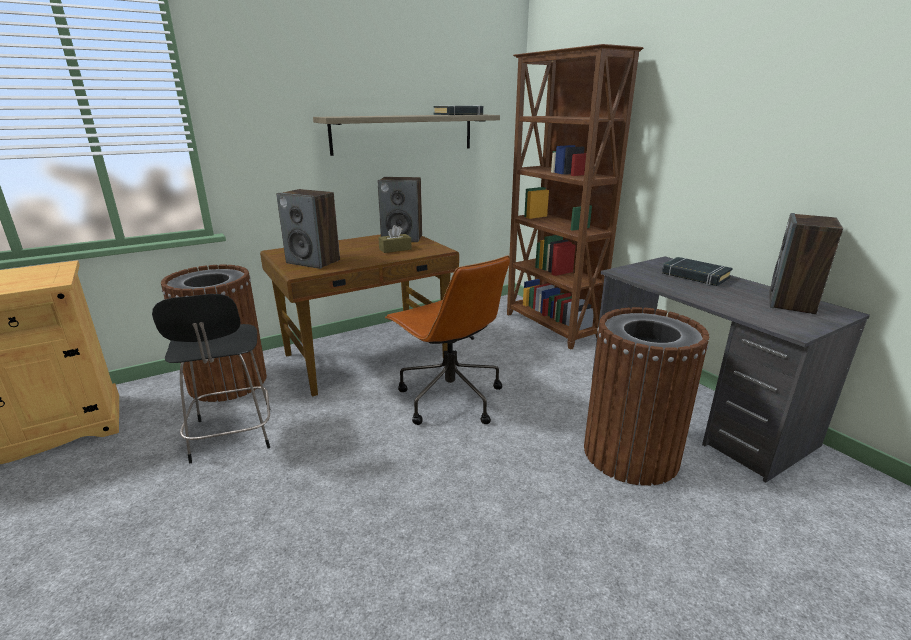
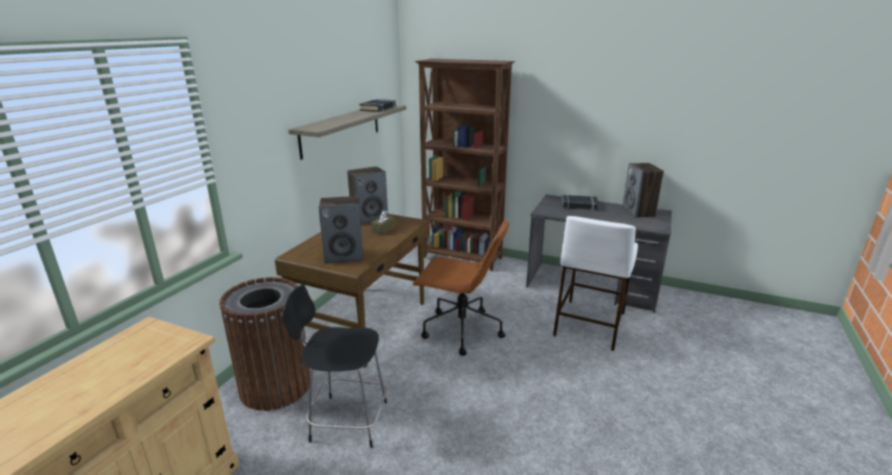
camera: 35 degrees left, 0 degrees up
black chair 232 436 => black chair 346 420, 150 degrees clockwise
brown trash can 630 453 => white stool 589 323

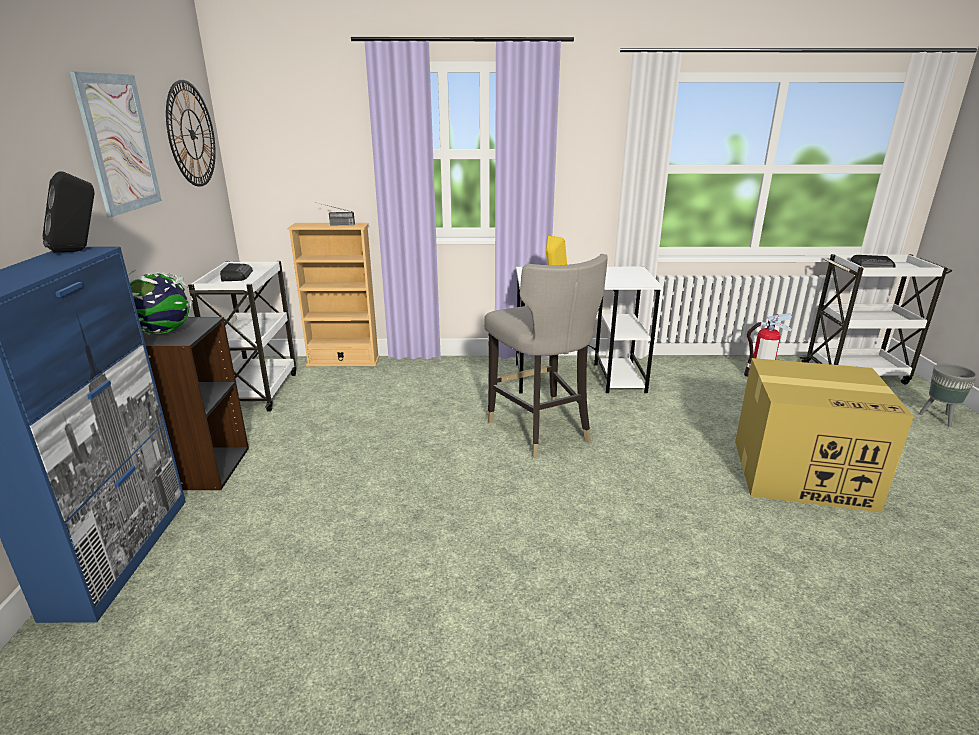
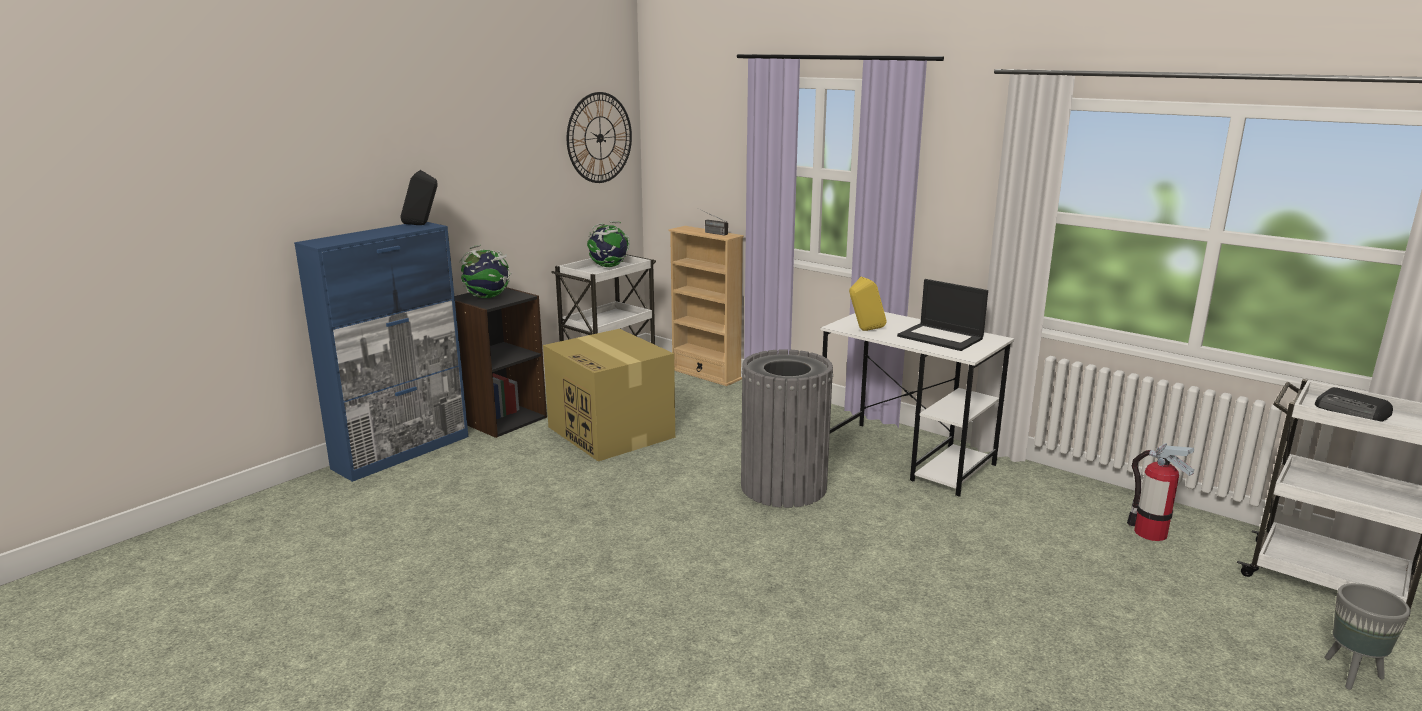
camera: 40 degrees right, 5 degrees down
picture 119 143 => nothing
grey stool 540 430 => grey trash can 783 487
radio 237 276 => globe 608 266
cardboard box 803 473 => cardboard box 612 432, move
nothing => laptop 941 337

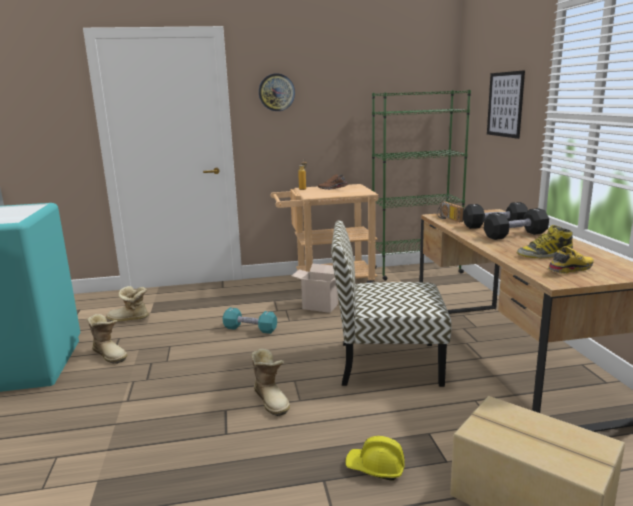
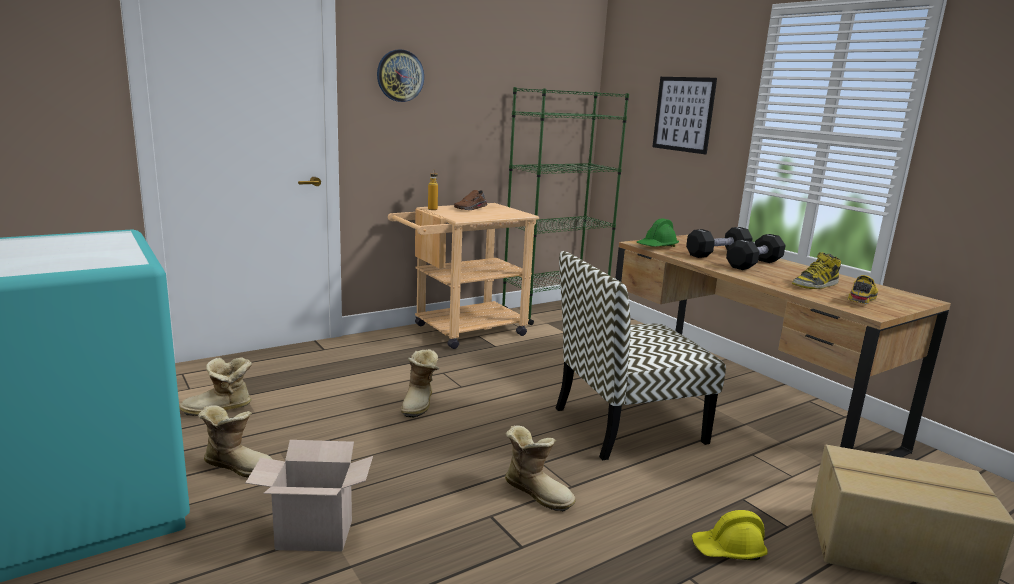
camera: 25 degrees left, 0 degrees up
radio 448 219 => green hard hat 657 246
cardboard box 318 307 => cardboard box 311 536, move
turquoise dumbbell 250 329 => boot 420 403

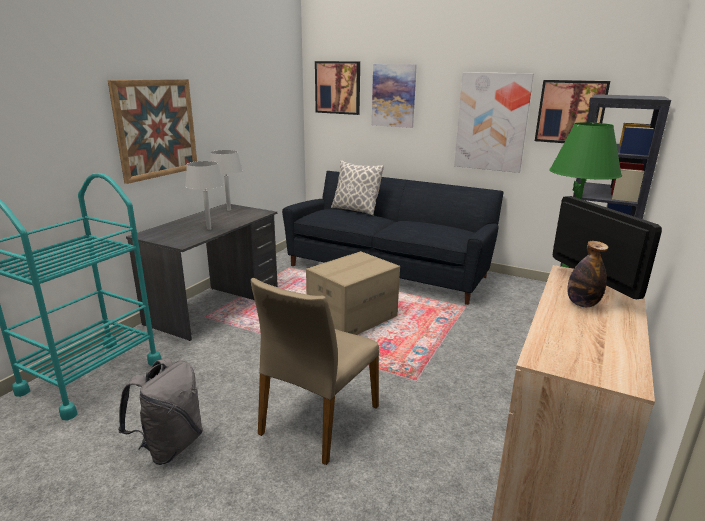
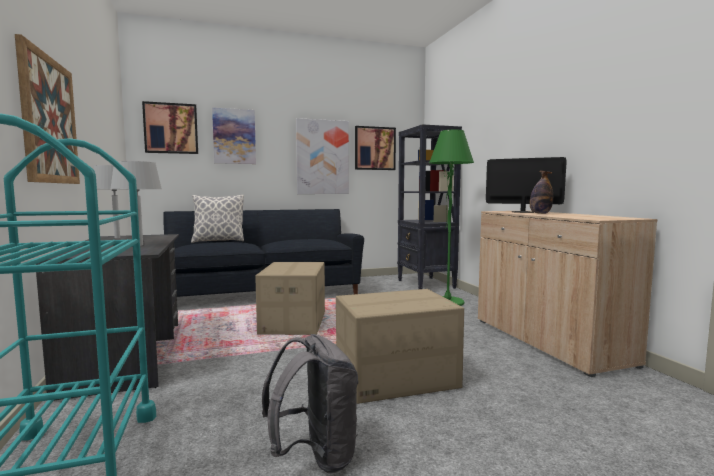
camera: 45 degrees left, 15 degrees down
beige chair 318 419 => cardboard box 396 378

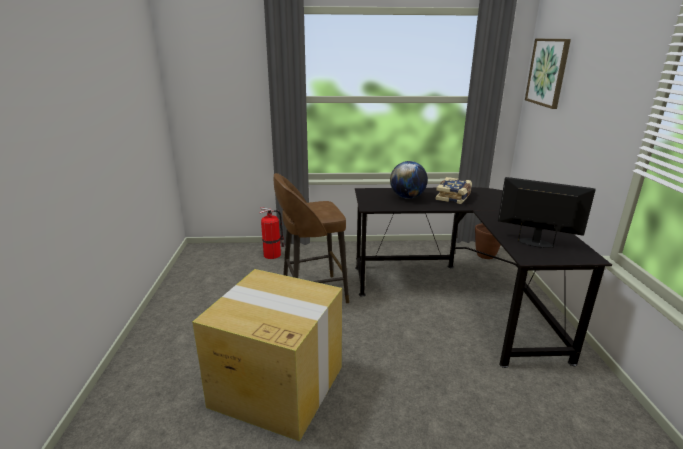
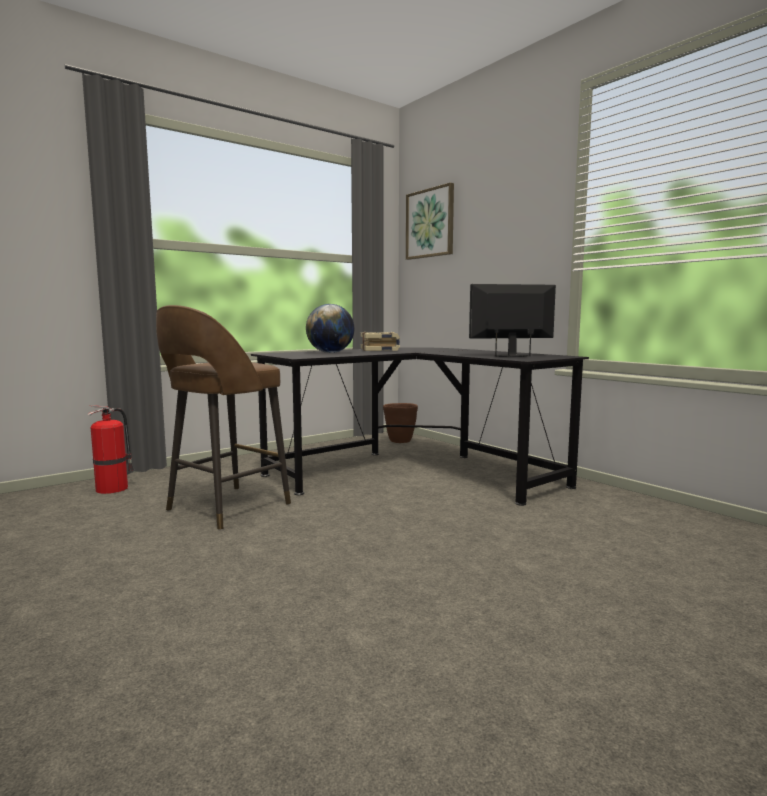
camera: 35 degrees left, 15 degrees down
cardboard box 276 386 => nothing

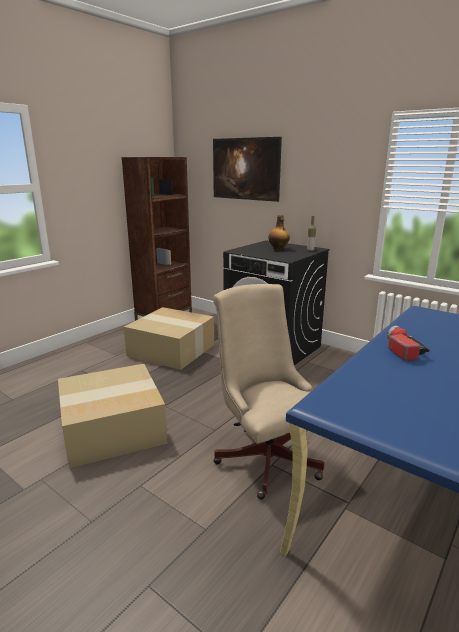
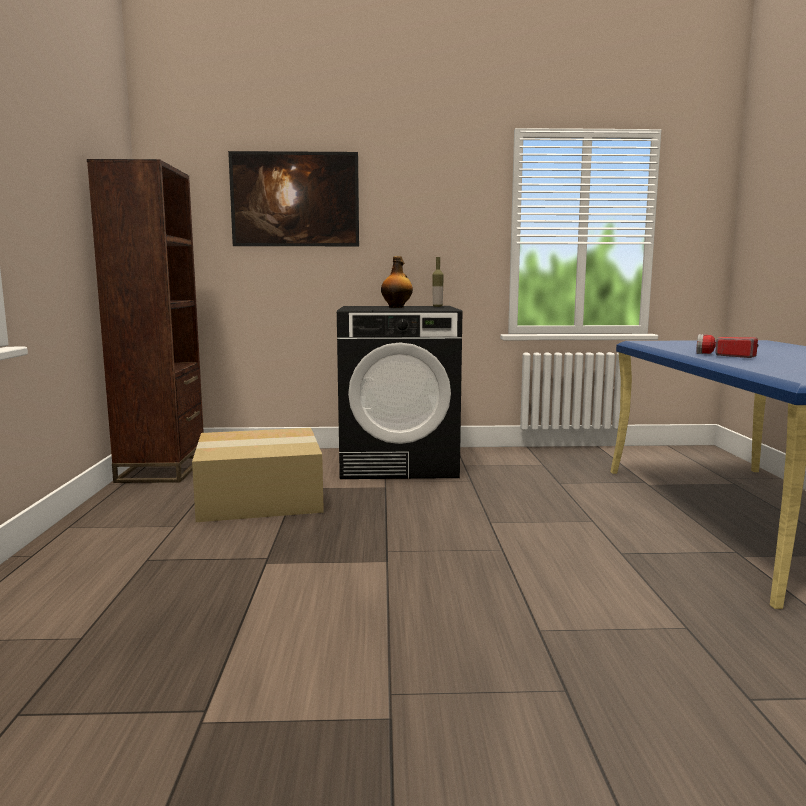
camera: 40 degrees left, 10 degrees down
beige office chair 265 455 => nothing
cardboard box 111 429 => nothing

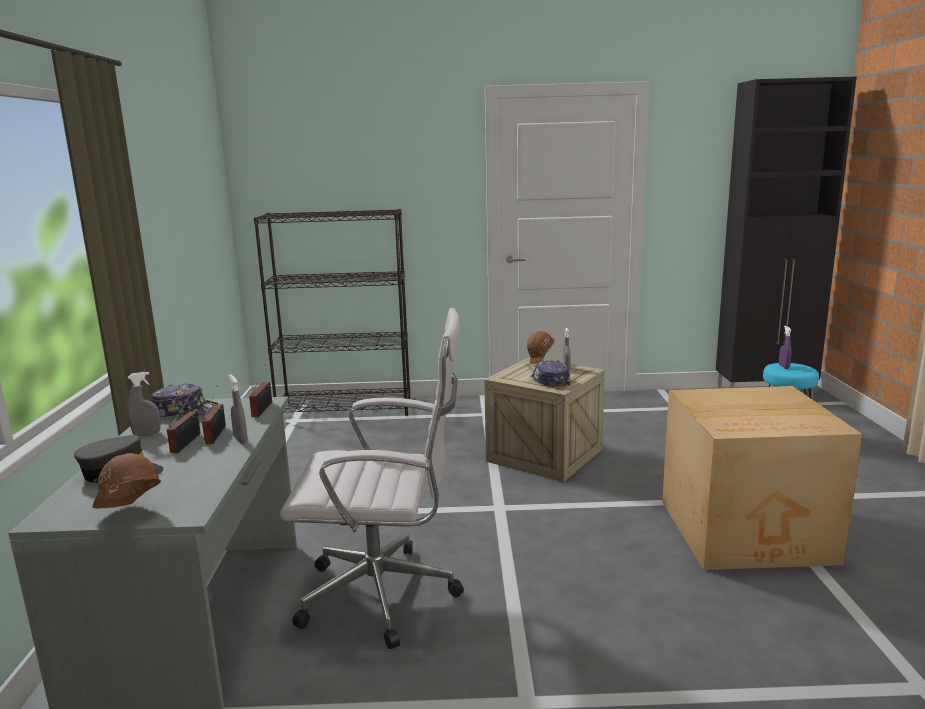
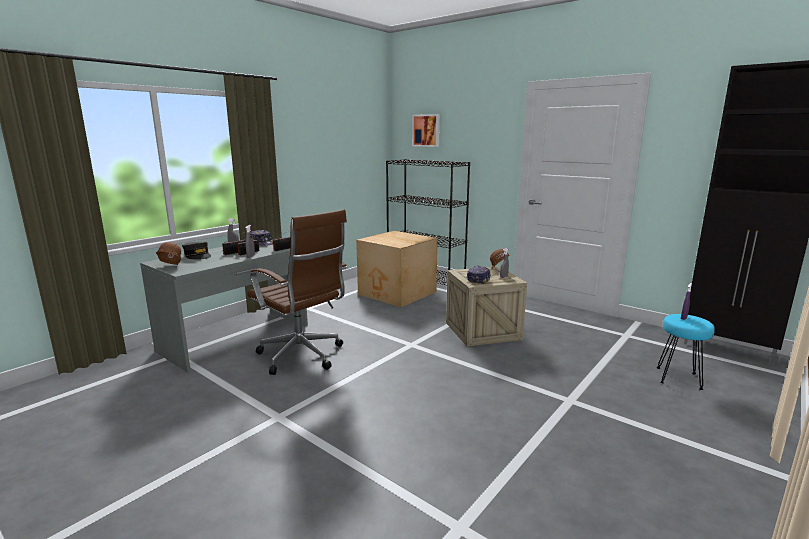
camera: 40 degrees right, 0 degrees up
white office chair 386 595 => brown office chair 303 357
cardboard box 748 531 => cardboard box 397 293, move
nothing => picture 426 130

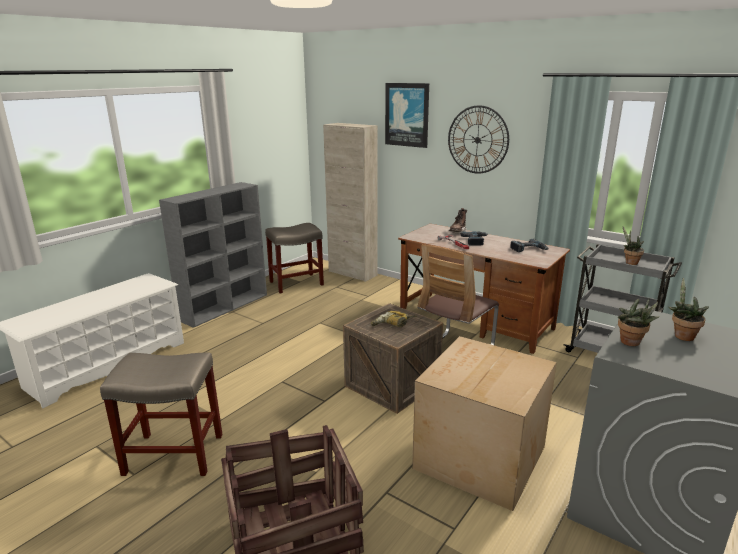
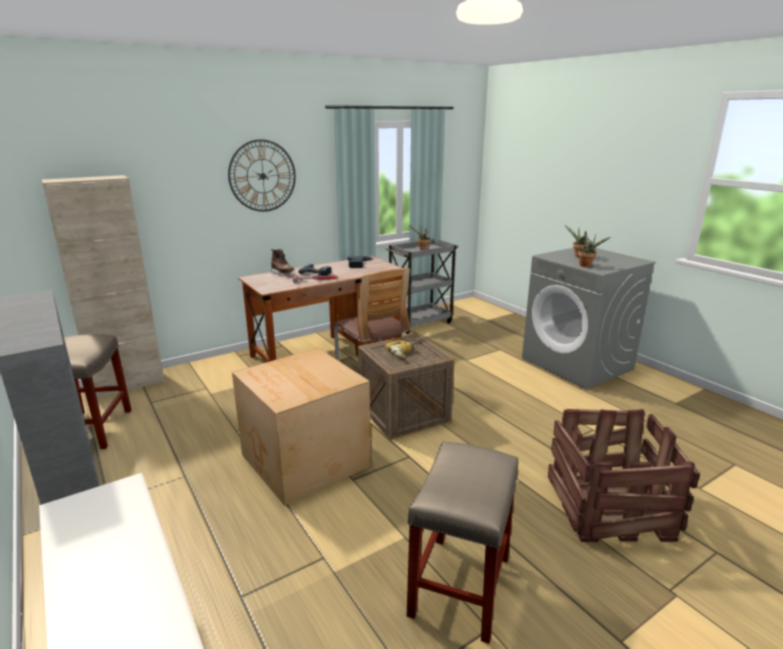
camera: 70 degrees left, 0 degrees up
picture 407 115 => nothing
cardboard box 478 457 => cardboard box 304 461, move

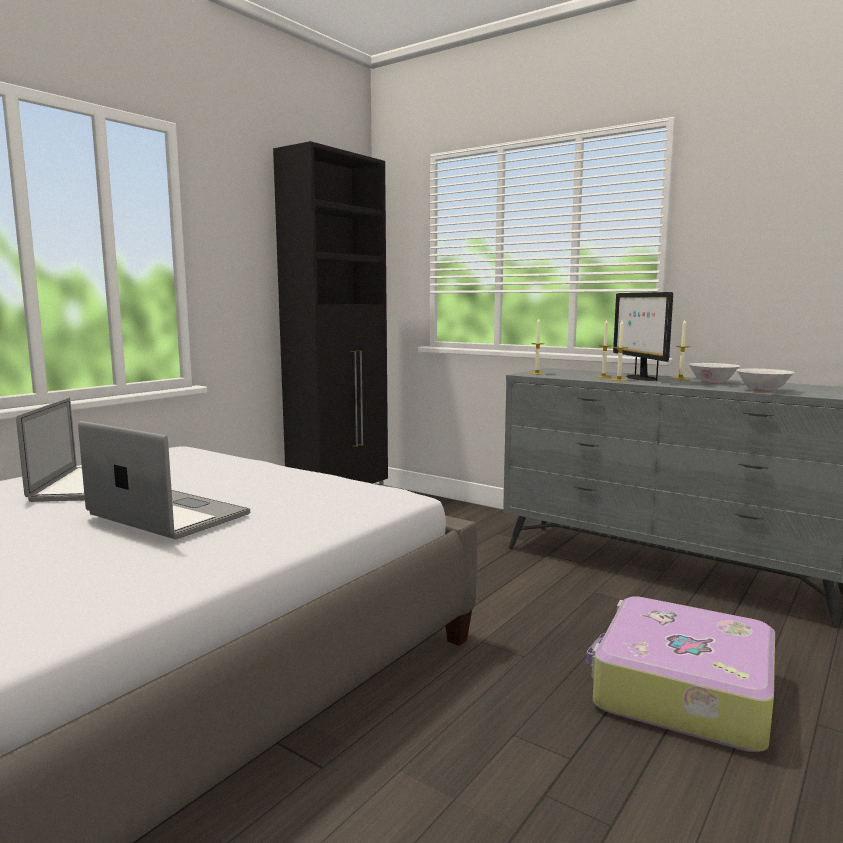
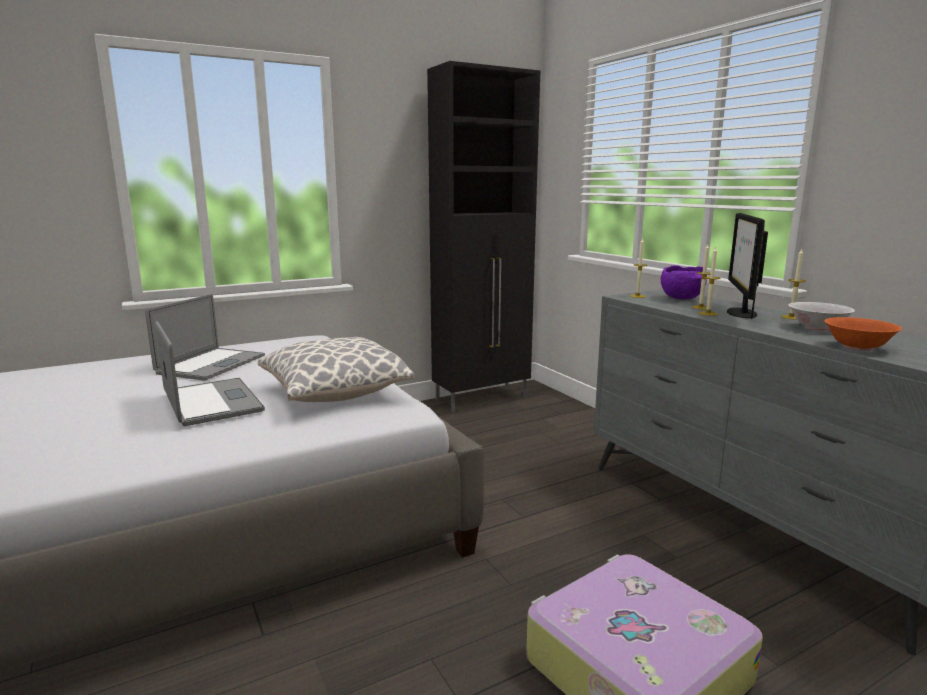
camera: 25 degrees right, 5 degrees up
white bowl 763 390 => orange bowl 857 347
nothing => purple bowl 683 299
nothing => pillow 334 393

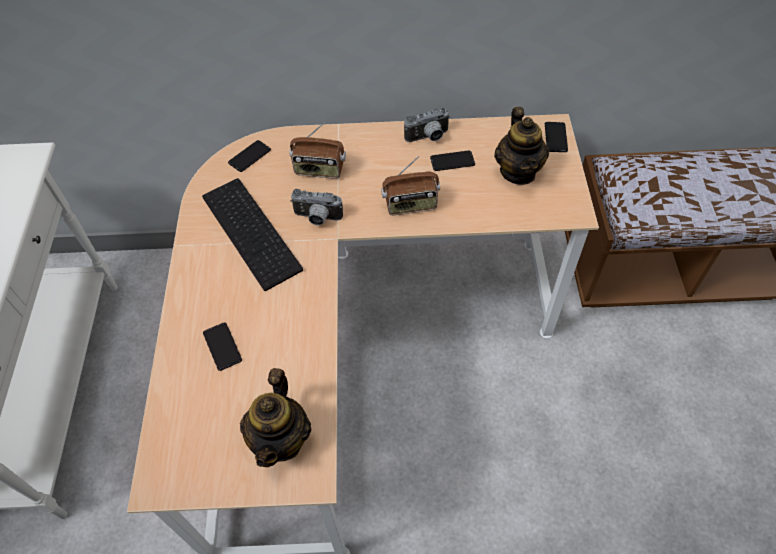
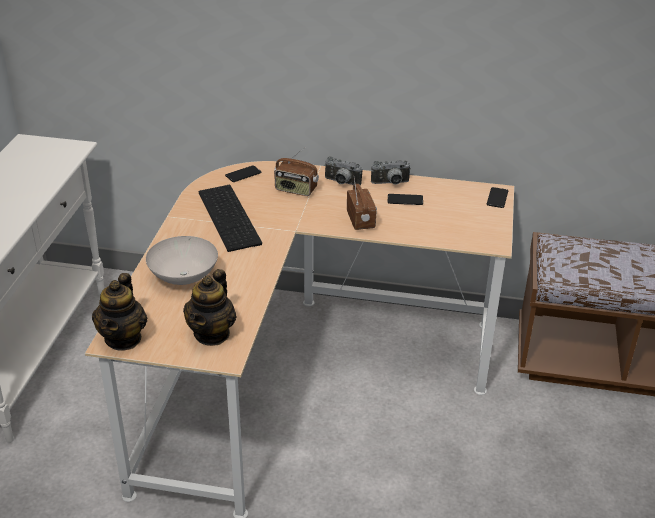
camera: 10 degrees right, 20 degrees down
teapot 518 171 => teapot 123 338, move
radio 410 205 => radio 361 220, 105 degrees counterclockwise
photo camera 317 218 => photo camera 341 183, move
phone 222 346 => white bowl 185 277

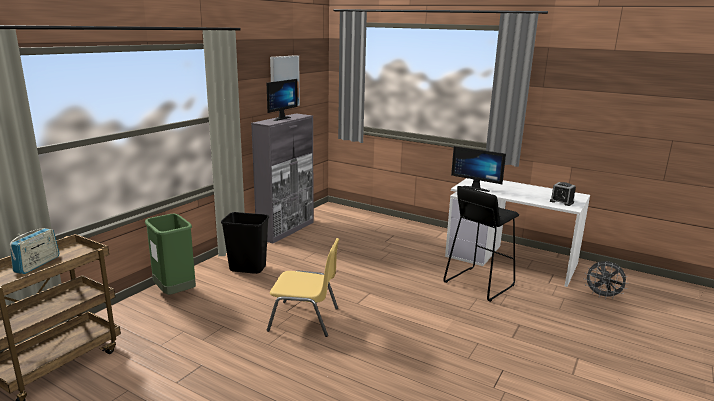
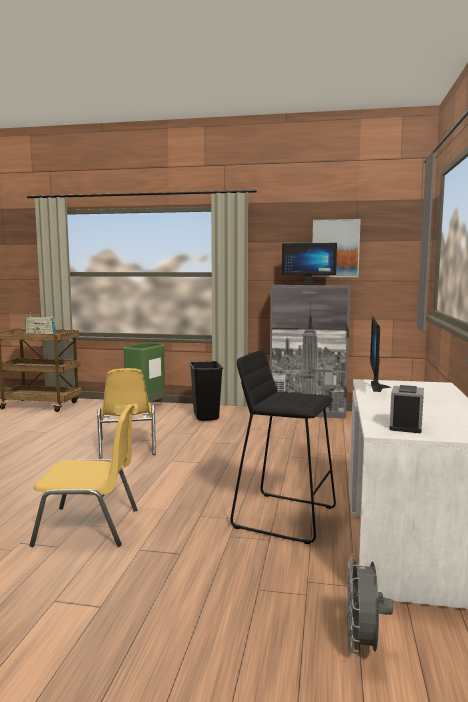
camera: 70 degrees right, 10 degrees down
nothing => yellow chair 89 527

